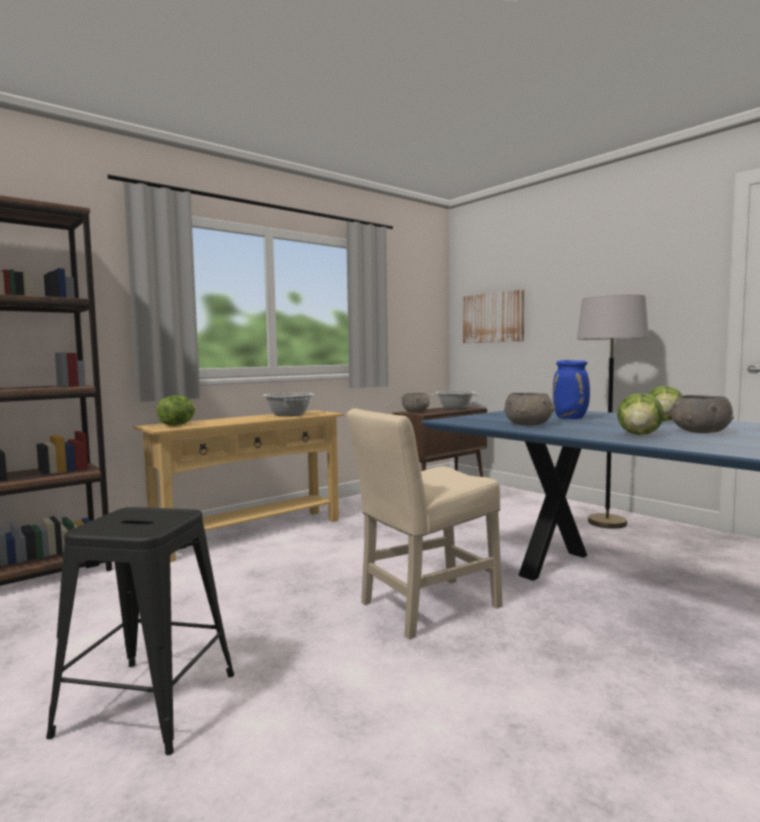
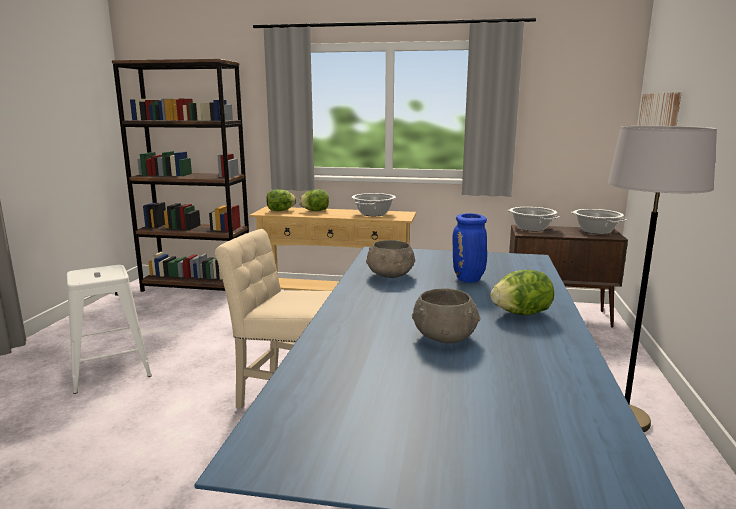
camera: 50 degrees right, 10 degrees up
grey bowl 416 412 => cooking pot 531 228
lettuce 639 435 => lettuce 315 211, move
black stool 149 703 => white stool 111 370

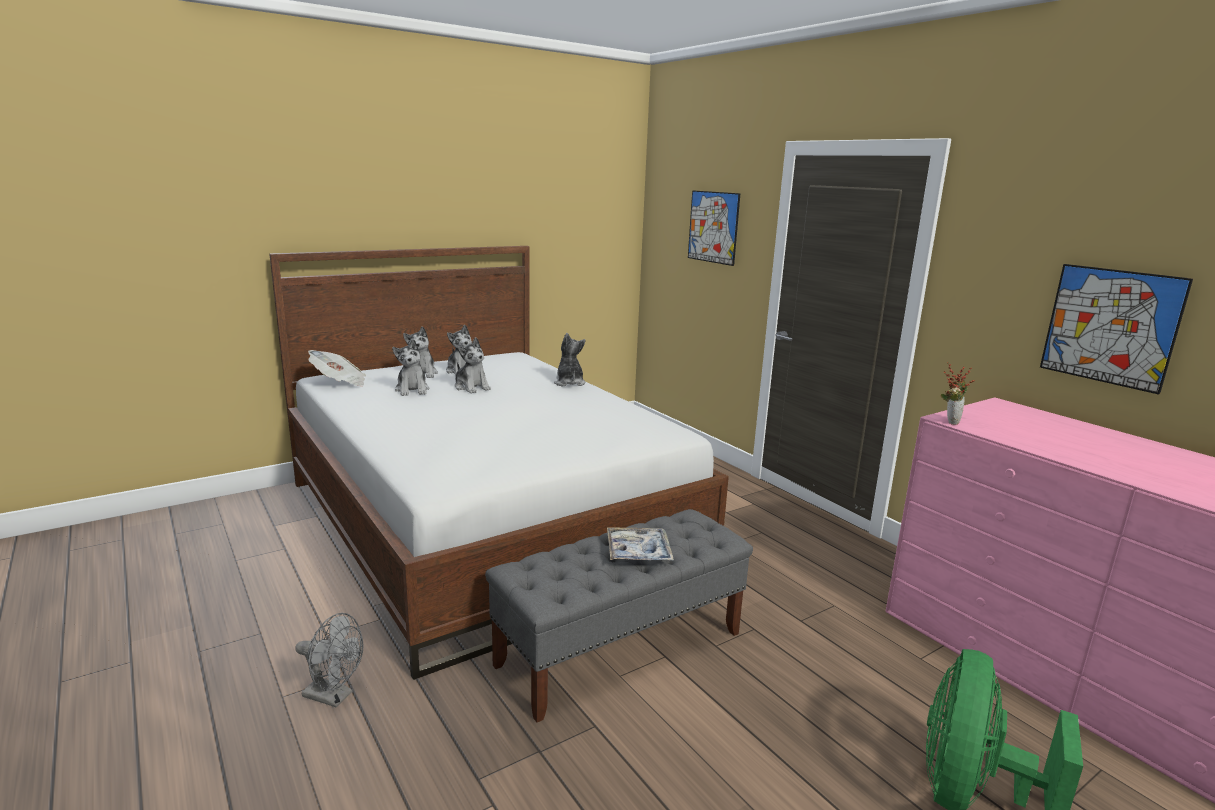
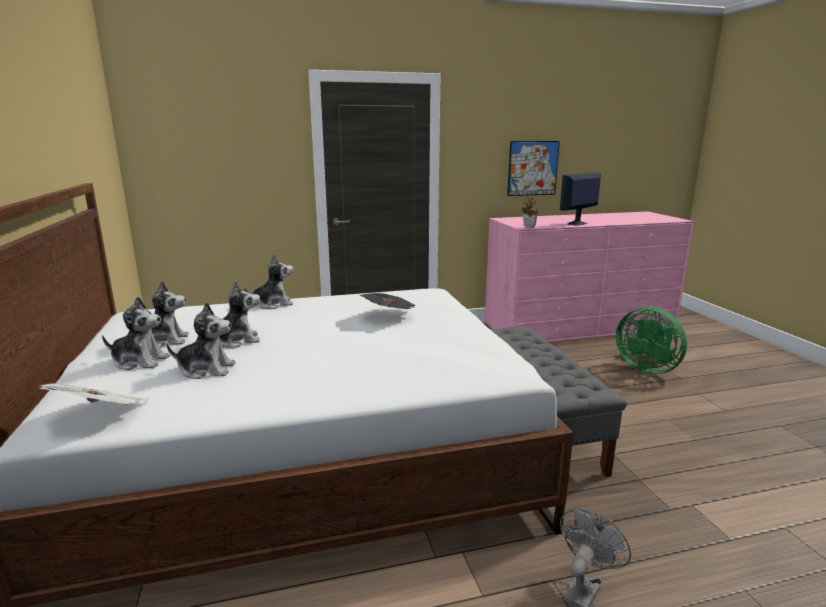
camera: 70 degrees left, 0 degrees up
picture 713 227 => nothing
plush toy 569 383 => plush toy 273 304, 150 degrees clockwise
tray 638 552 => nothing
nothing => monitor 577 224
nothing => newspaper 390 316

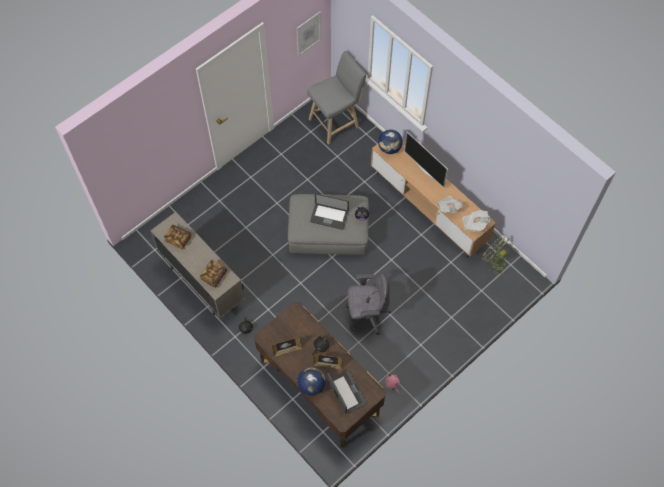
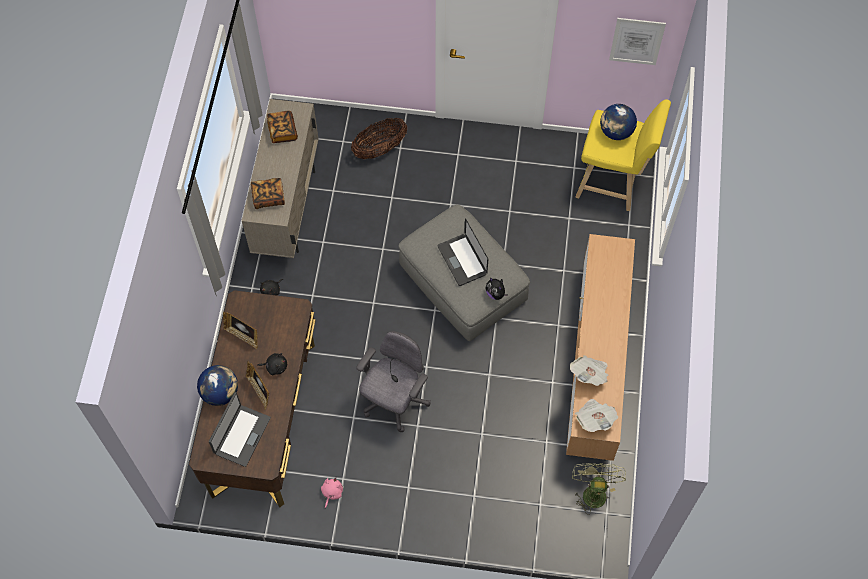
camera: 50 degrees right, 0 degrees up
grey stool 336 122 => yellow stool 613 183
globe 389 148 => globe 616 132, move
television 425 170 => nothing
grey office chair 366 315 => grey office chair 394 401, 105 degrees counterclockwise
nothing => basket 380 149

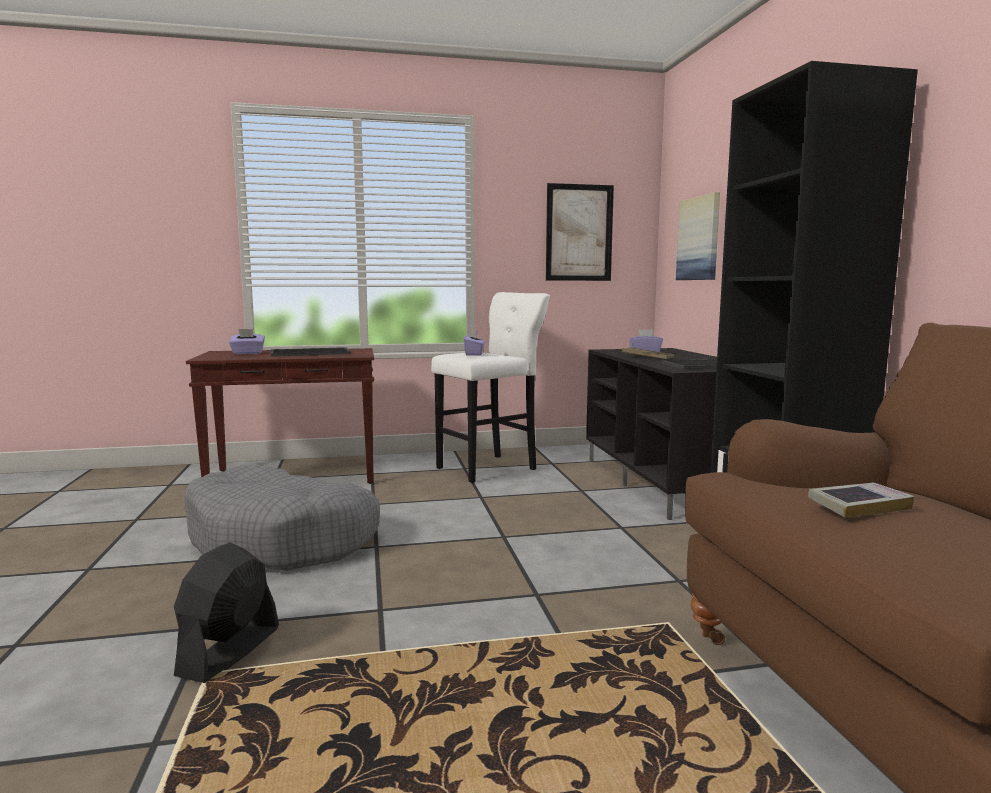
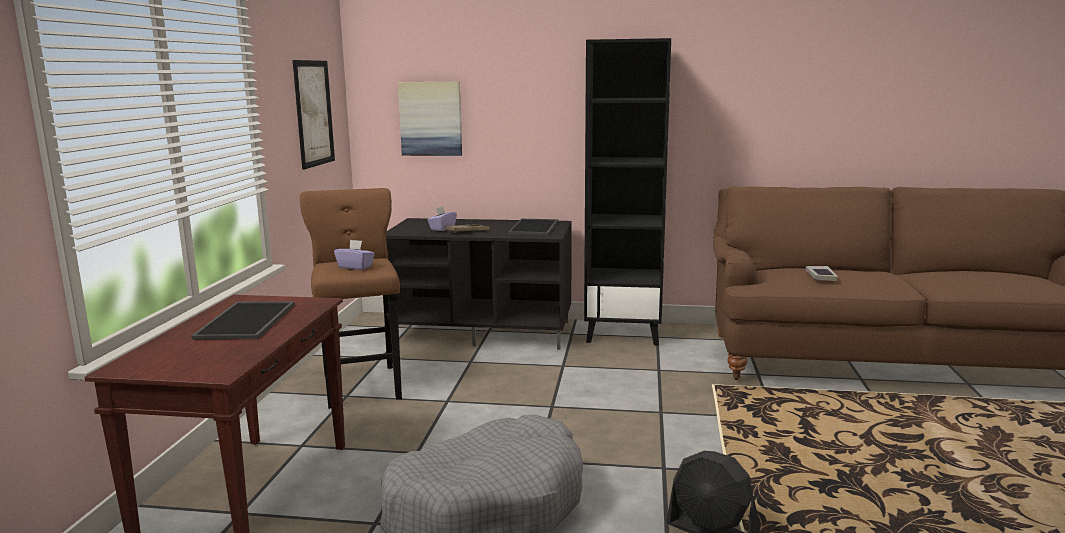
camera: 70 degrees left, 5 degrees up
white stool 490 468 => brown stool 362 384
purple tissue box 247 353 => nothing

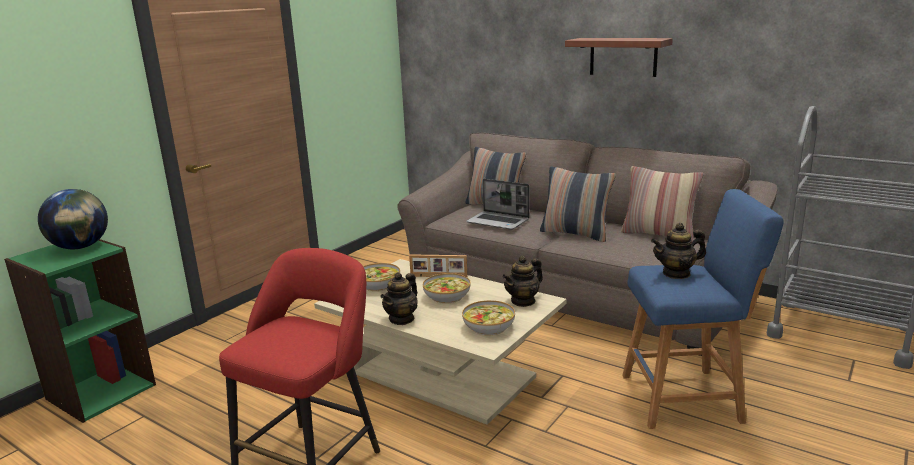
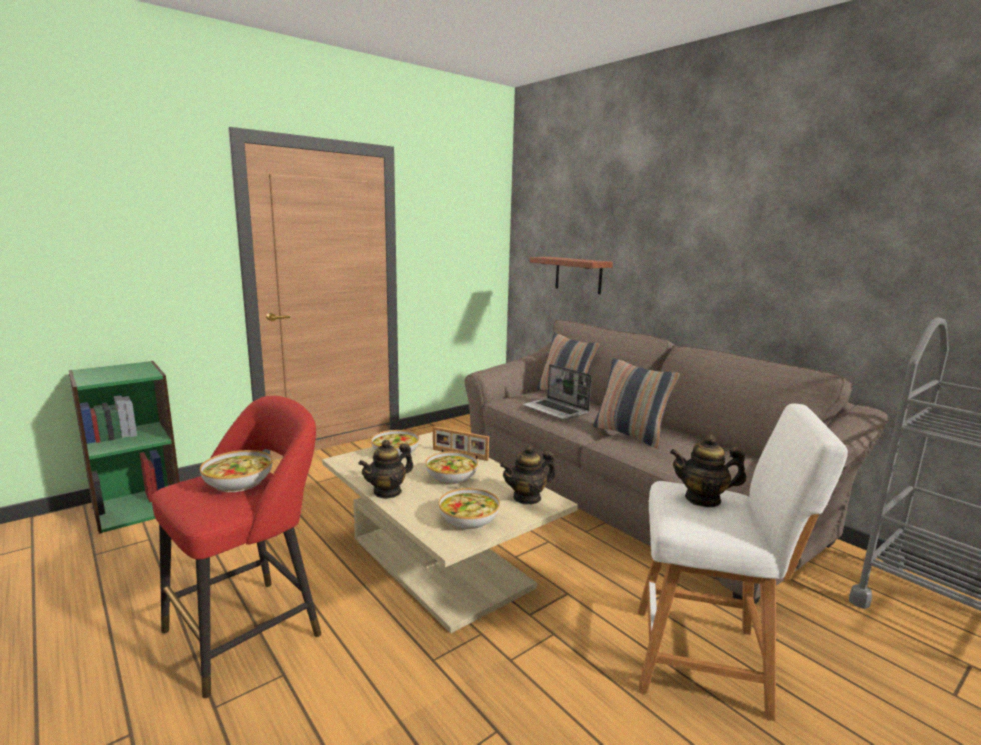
camera: 15 degrees right, 5 degrees down
shelf 623 56 => shelf 578 275, move
pillow 658 234 => nothing
globe 80 247 => nothing
blue stool 687 397 => white stool 707 661
nothing => bowl 238 482

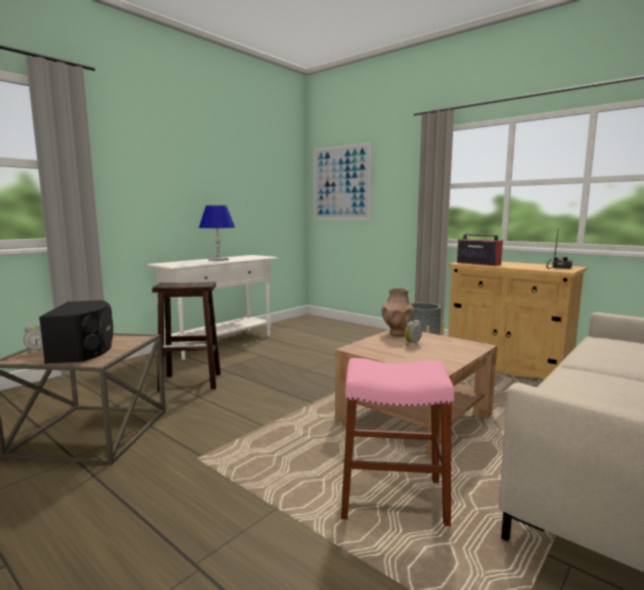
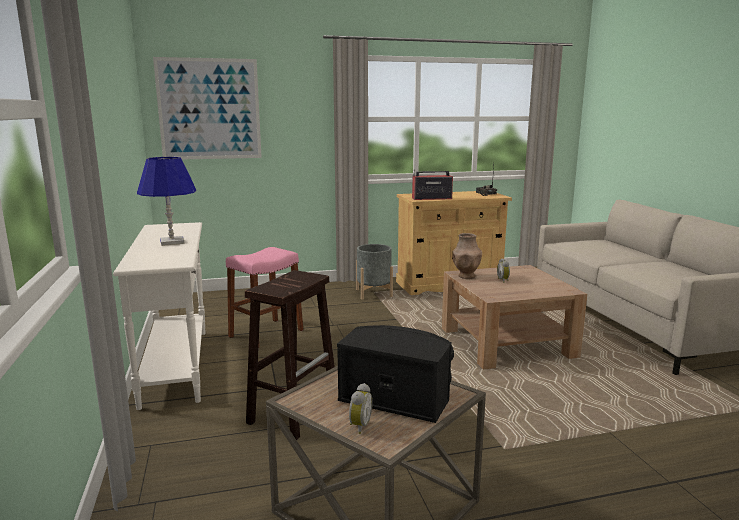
camera: 55 degrees left, 5 degrees up
pink stool 392 499 => pink stool 266 333, move

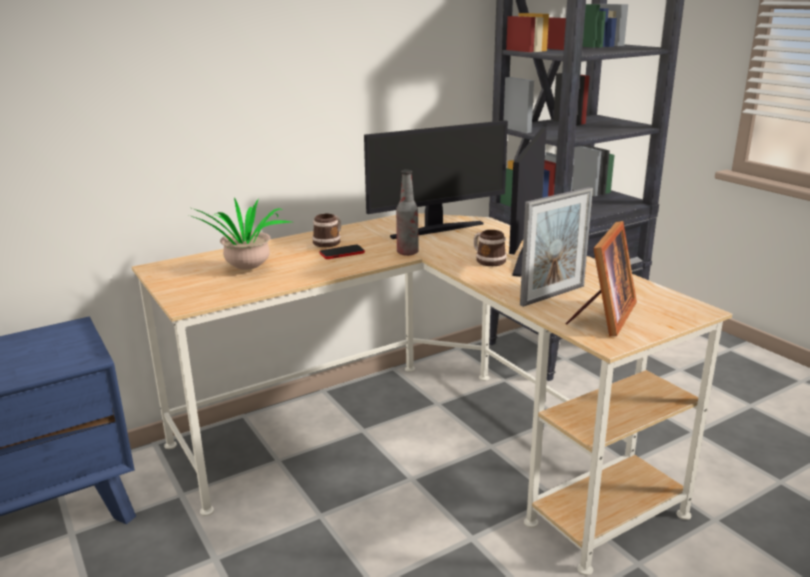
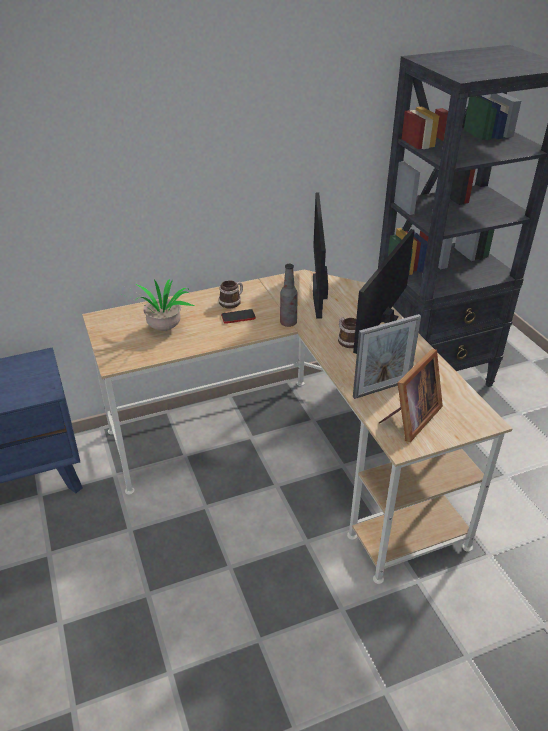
camera: 10 degrees right, 15 degrees up
monitor 436 229 => monitor 320 295, 105 degrees clockwise

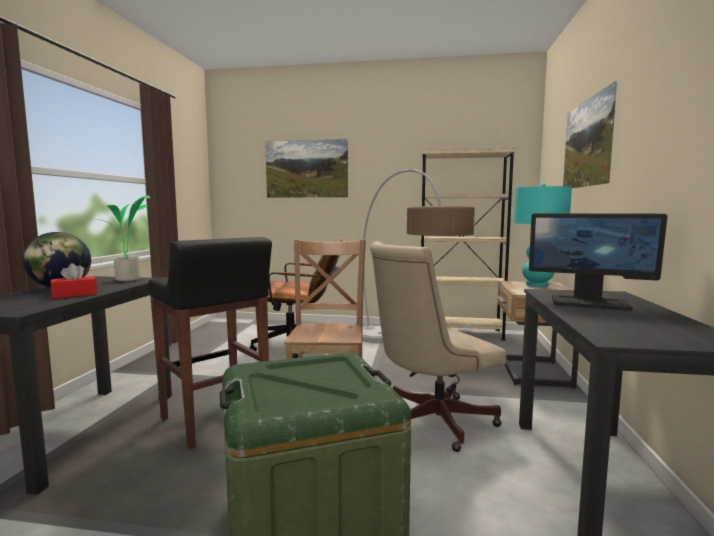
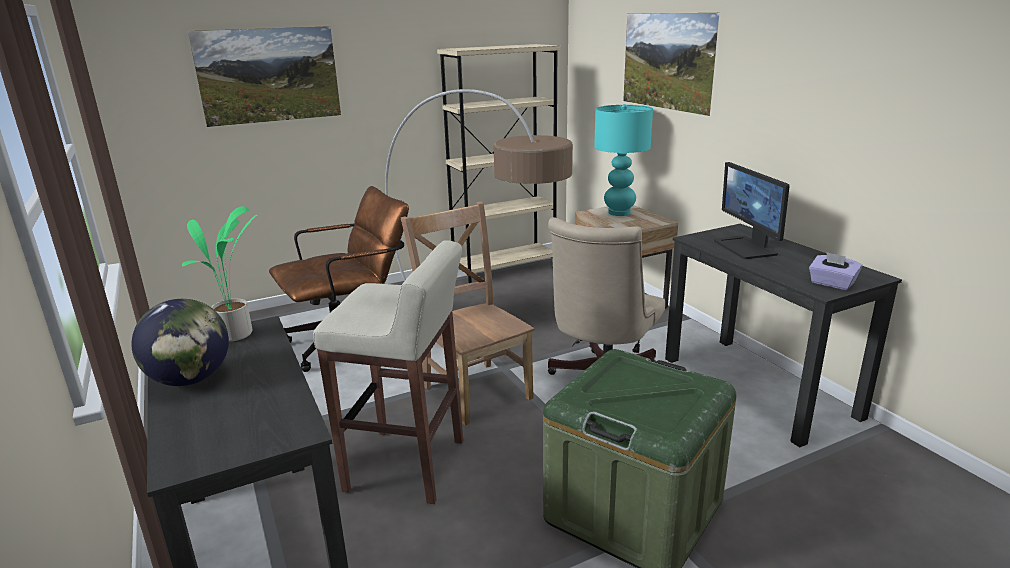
camera: 35 degrees left, 15 degrees up
monitor 589 302 => monitor 746 247, 90 degrees clockwise
black stool 216 420 => beige stool 407 466
red tissue box 74 295 => nothing
nothing => purple tissue box 831 284

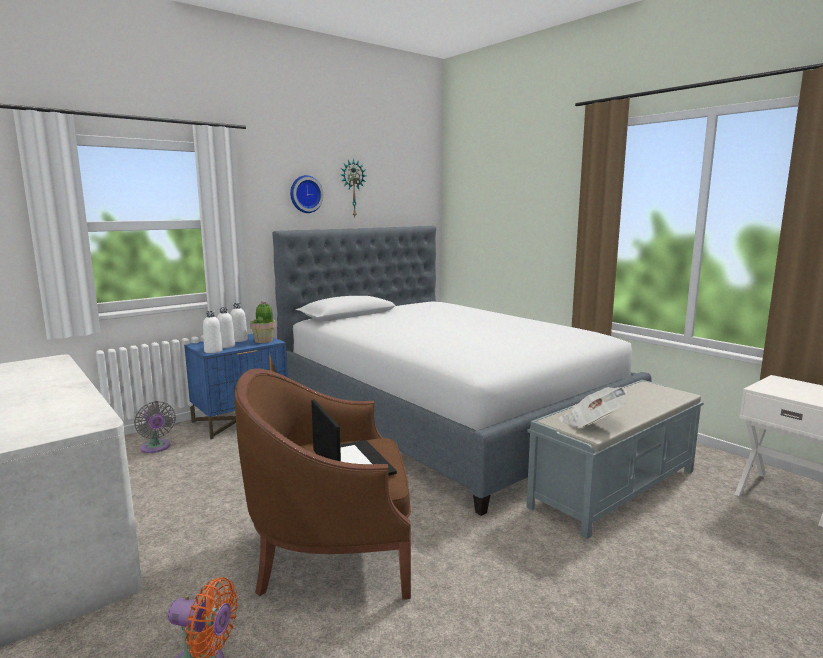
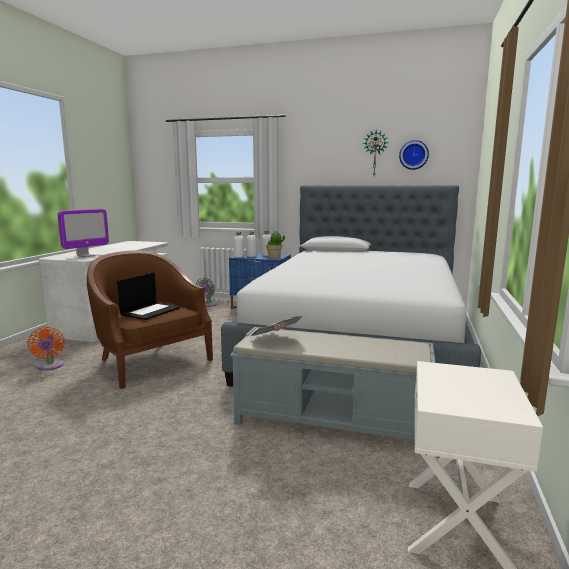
camera: 55 degrees right, 0 degrees up
wall clock 305 194 => wall clock 413 155, move
nothing => monitor 86 256

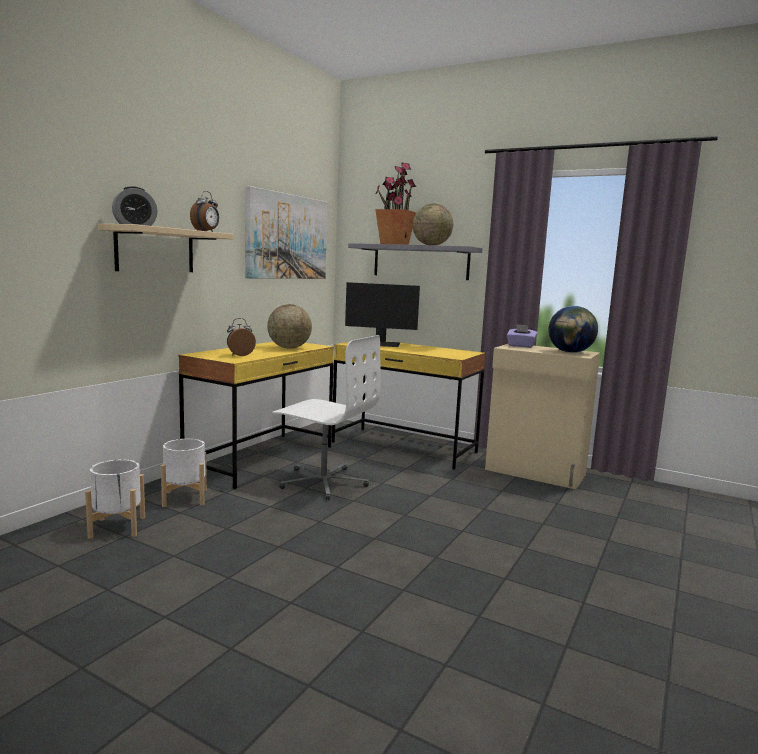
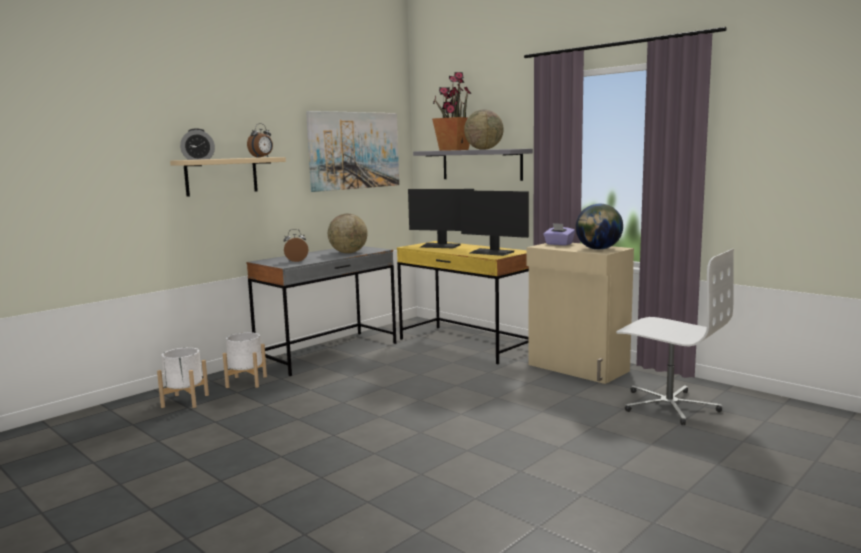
camera: 15 degrees right, 0 degrees up
white office chair 323 482 => white office chair 669 405, move
yellow desk 262 459 => grey desk 328 353
nothing => monitor 492 252

